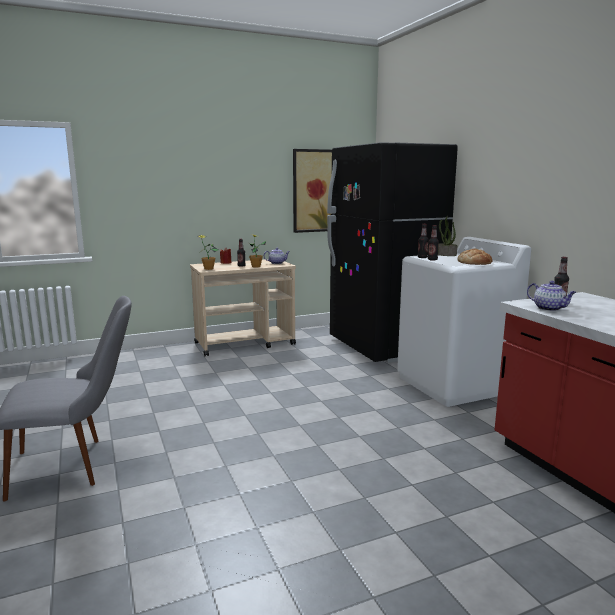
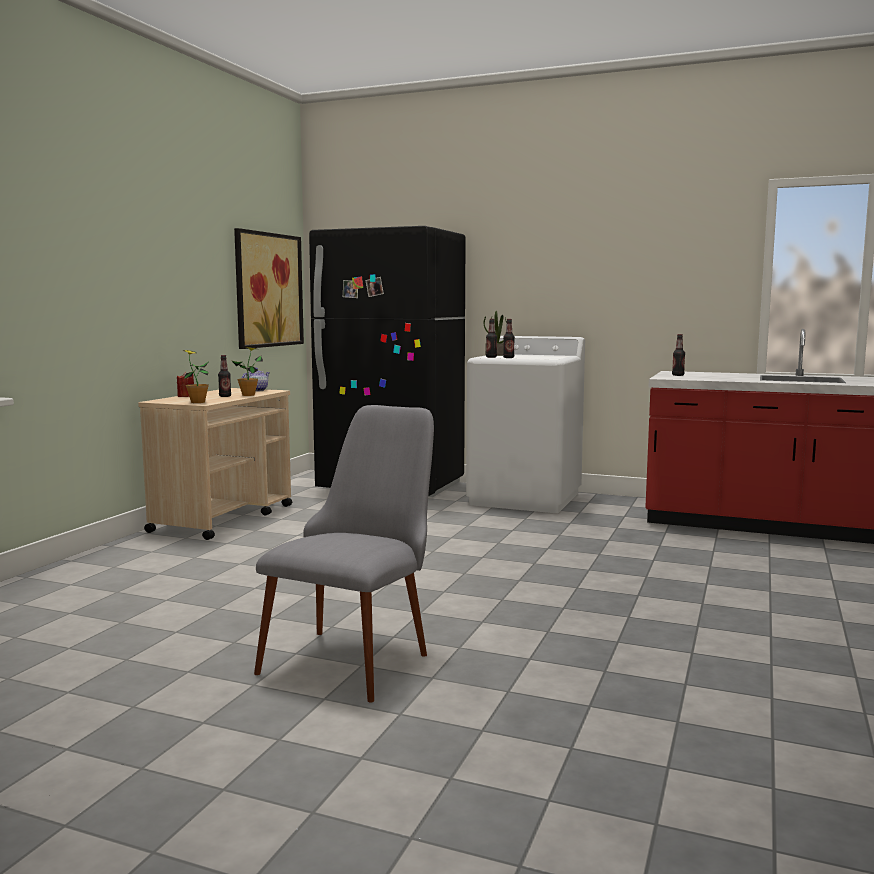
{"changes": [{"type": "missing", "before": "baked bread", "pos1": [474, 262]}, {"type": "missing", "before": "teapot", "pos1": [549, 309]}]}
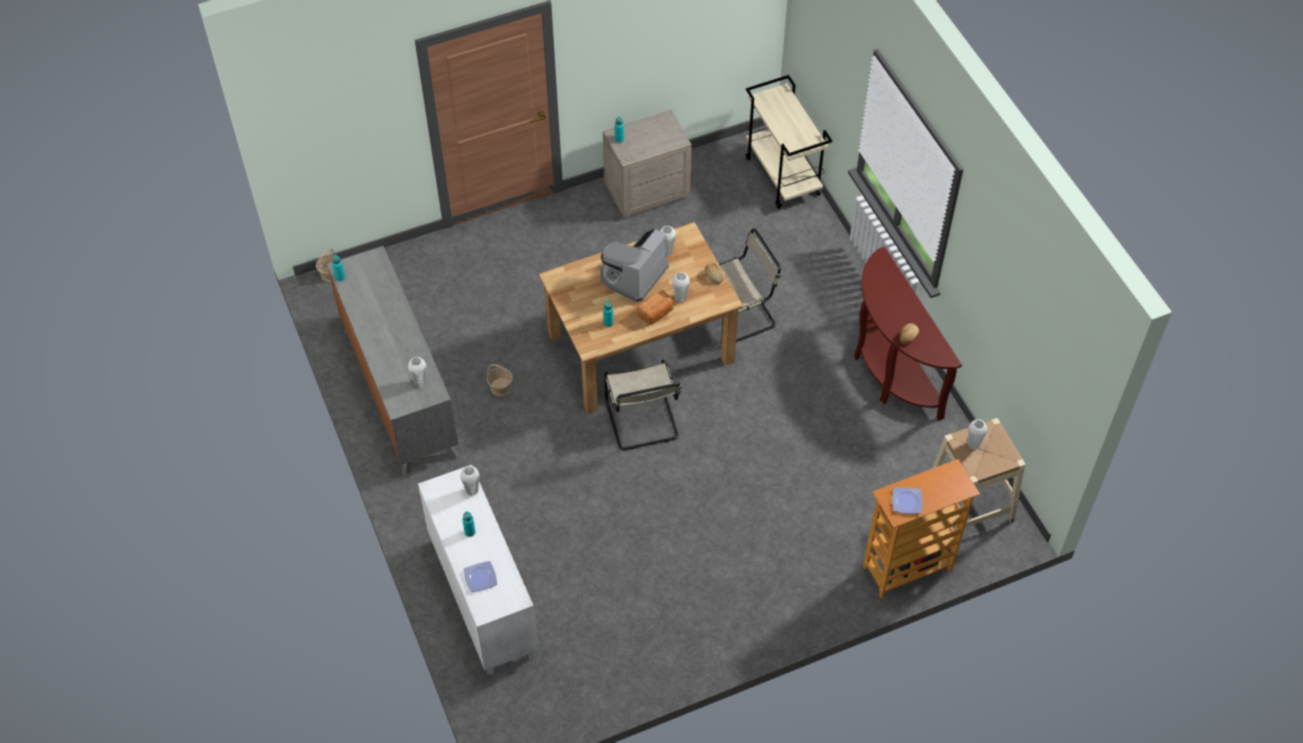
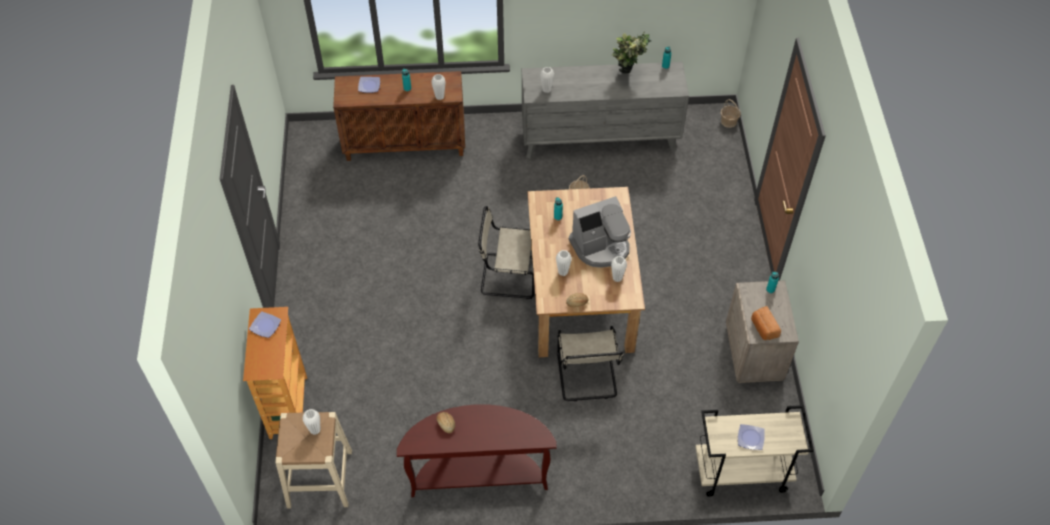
{"changes": [{"type": "colour", "before": "white storage cabinet", "after": "brown storage cabinet", "pos1": [482, 598], "pos2": [406, 144]}, {"type": "spun", "before": "coffee brewer", "pos1": [632, 275], "pos2": [601, 247], "turn": 105}, {"type": "relocated", "before": "baked bread", "pos1": [656, 313], "pos2": [763, 328]}, {"type": "appeared", "after": "houseplant", "pos2": [628, 79]}, {"type": "appeared", "after": "plate", "pos2": [751, 438]}]}
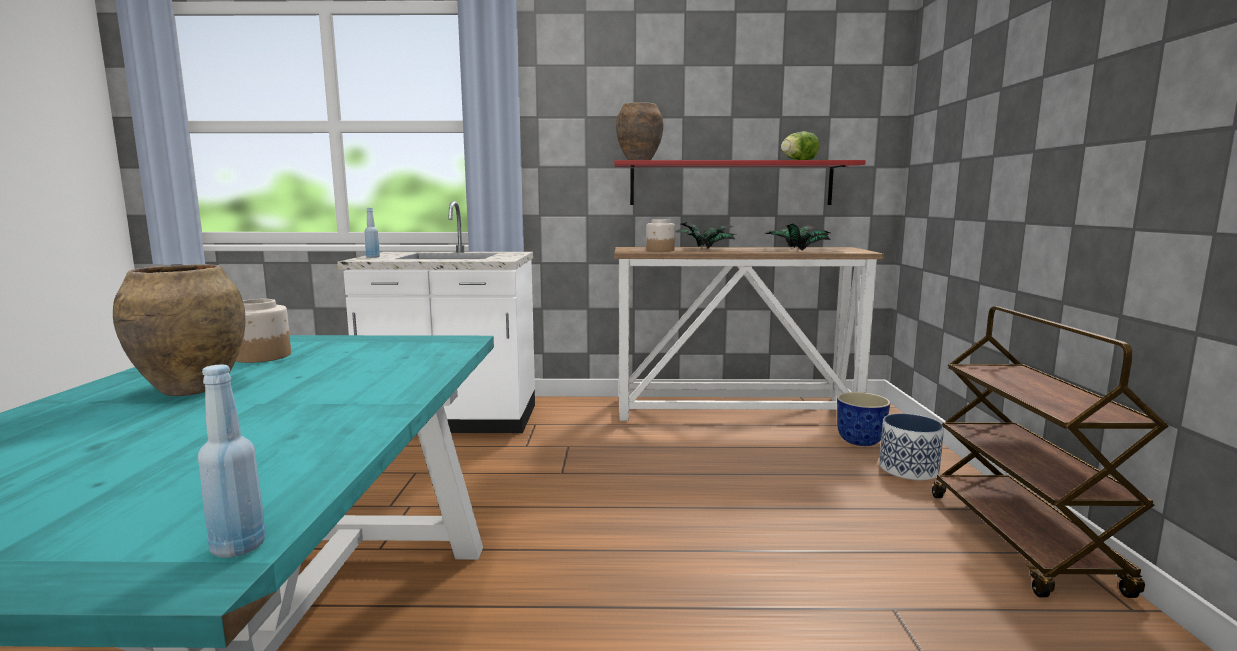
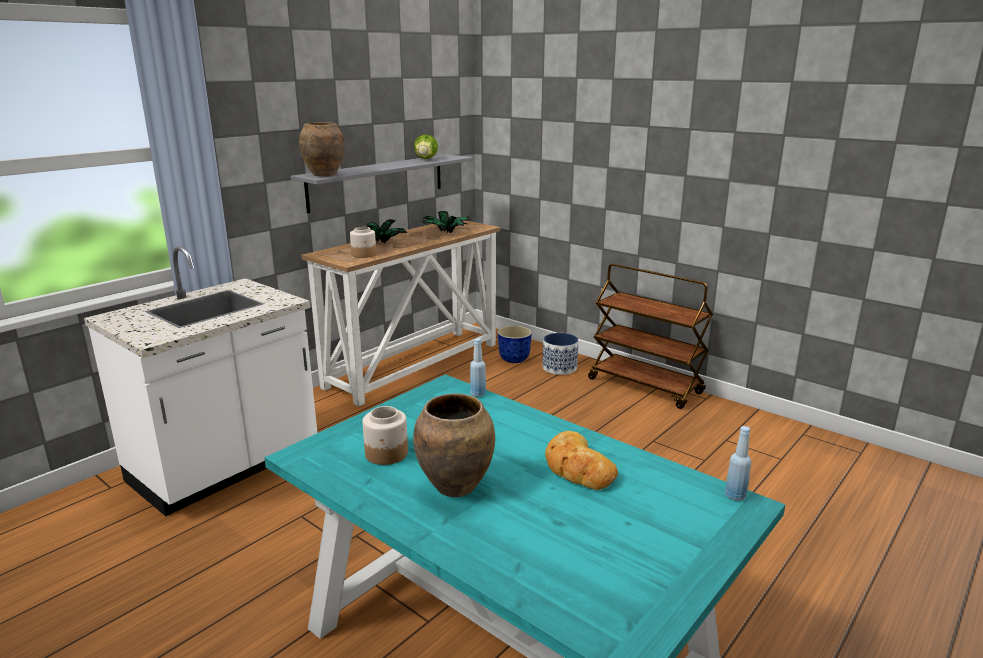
{"changes": [{"type": "relocated", "before": "blue drink bottle", "pos1": [373, 257], "pos2": [478, 394]}, {"type": "colour", "before": "red bracket shelf", "after": "gray bracket shelf", "pos1": [731, 183], "pos2": [378, 181]}, {"type": "appeared", "after": "baked bread", "pos2": [577, 467]}]}
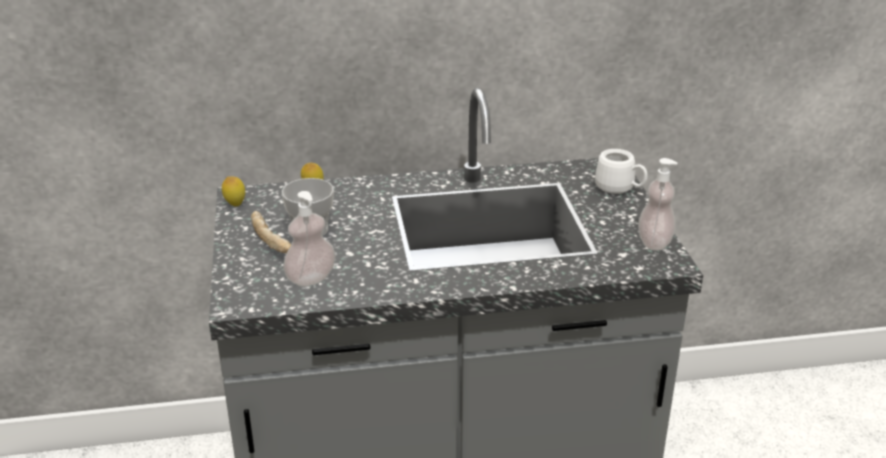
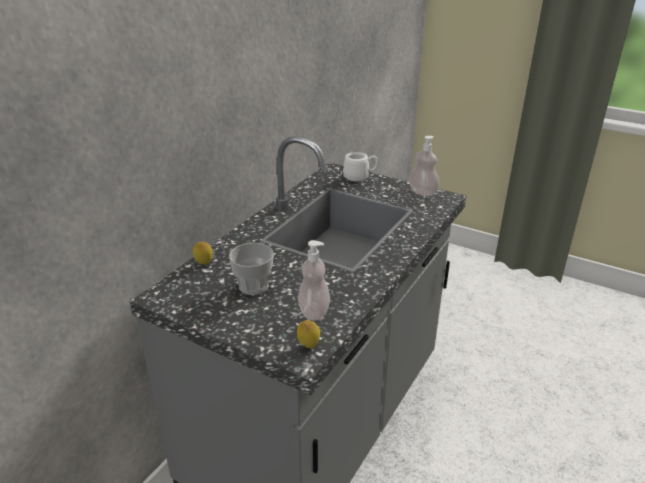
{"changes": [{"type": "relocated", "before": "citrus fruit", "pos1": [235, 204], "pos2": [308, 346]}, {"type": "missing", "before": "baked bread", "pos1": [273, 241]}]}
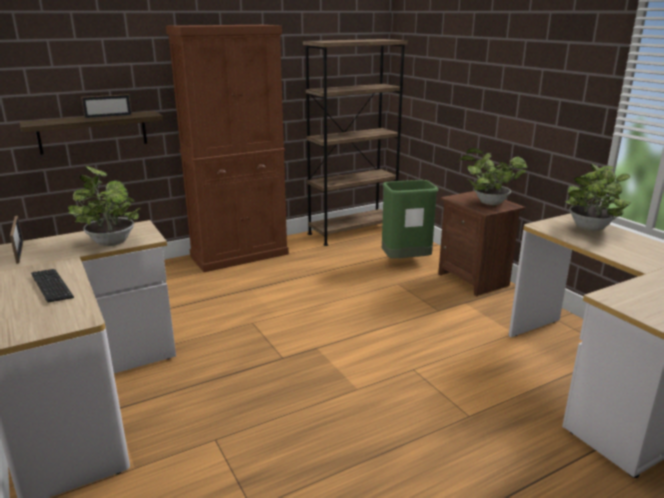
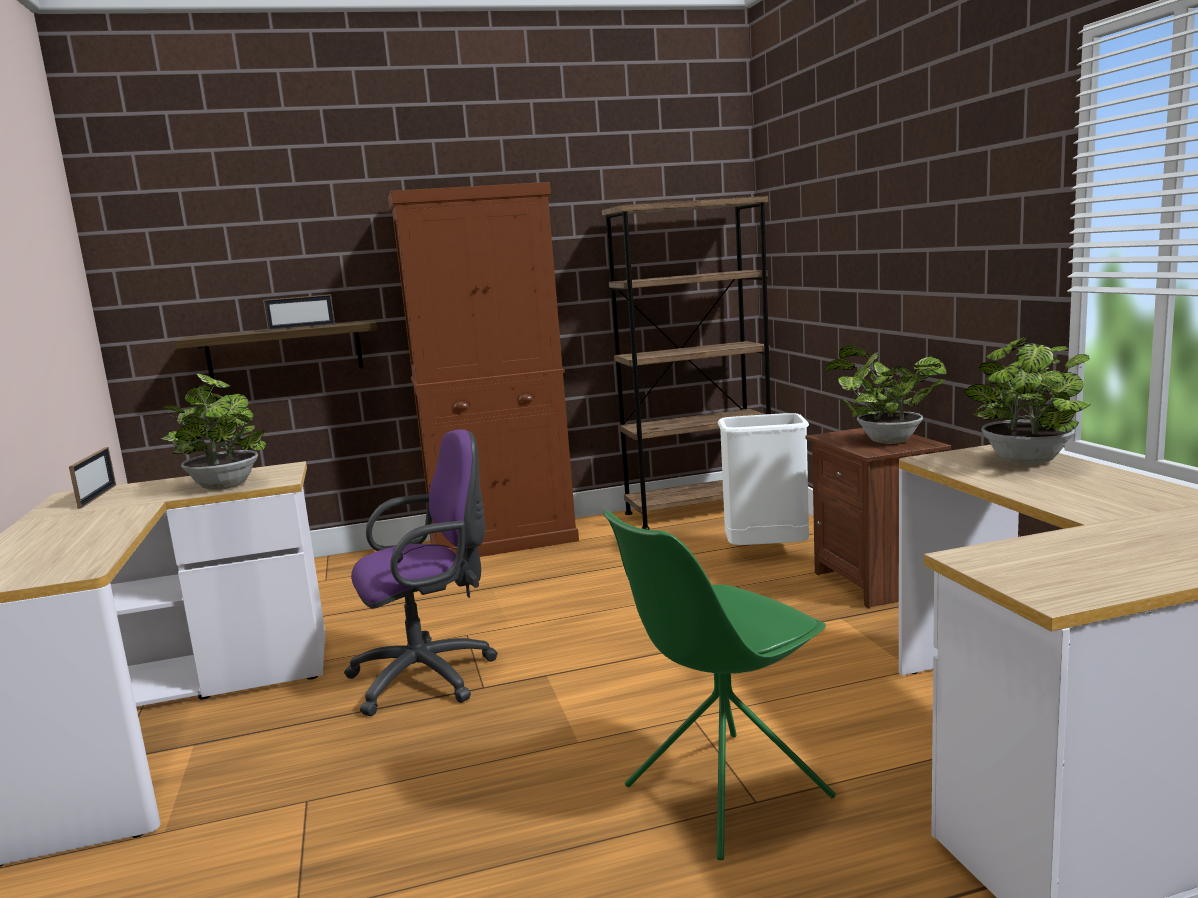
{"changes": [{"type": "missing", "before": "computer keyboard", "pos1": [52, 287]}, {"type": "colour", "before": "green-coloured waste bin", "after": "white waste bin", "pos1": [406, 261], "pos2": [766, 554]}, {"type": "appeared", "after": "purple-coloured desk chair", "pos2": [430, 676]}, {"type": "appeared", "after": "green-coloured chair", "pos2": [723, 793]}]}
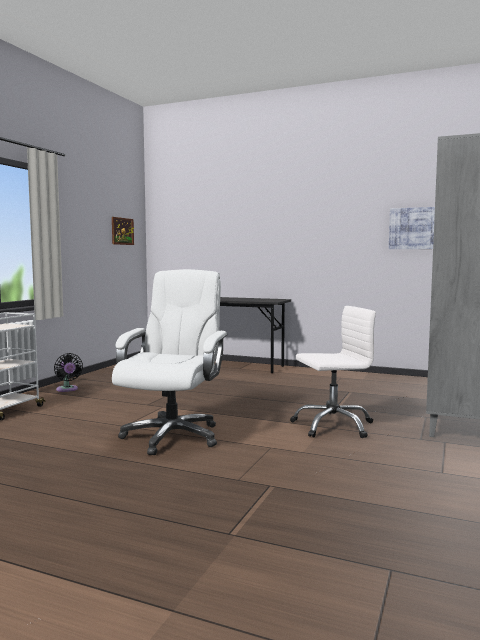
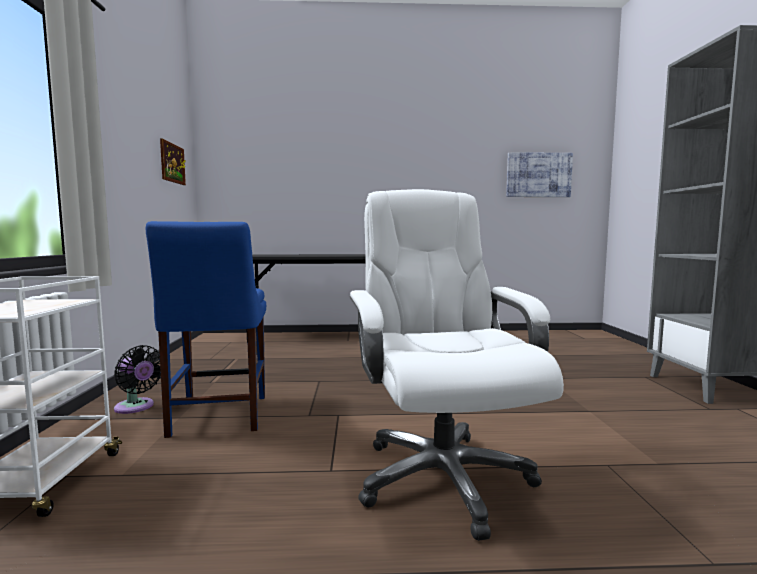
{"changes": [{"type": "missing", "before": "white desk chair", "pos1": [333, 426]}, {"type": "appeared", "after": "blue chair", "pos2": [217, 418]}]}
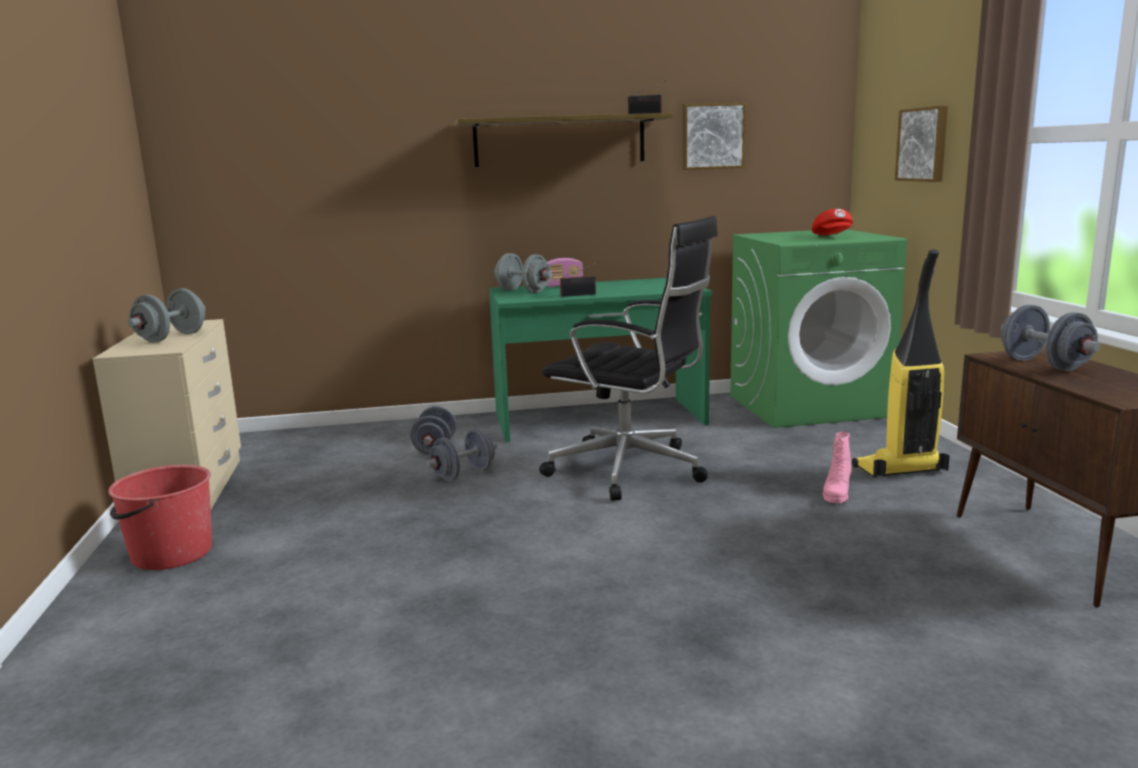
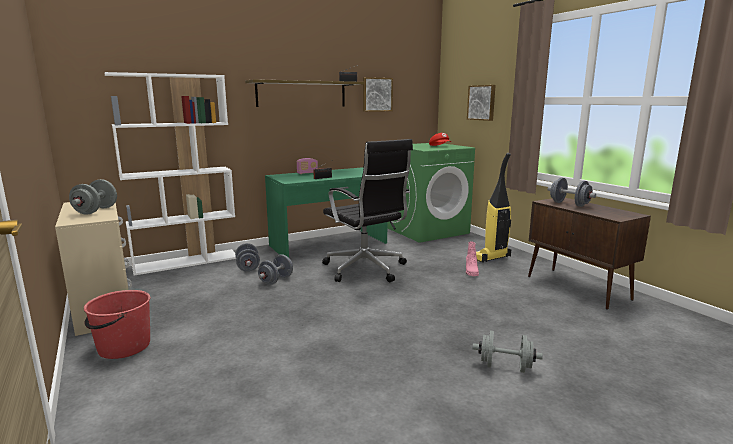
{"changes": [{"type": "relocated", "before": "gray dumbbell", "pos1": [523, 291], "pos2": [505, 367]}, {"type": "spun", "before": "blackish desk chair", "pos1": [631, 470], "pos2": [366, 269], "turn": 45}, {"type": "appeared", "after": "white bookshelf", "pos2": [187, 262]}]}
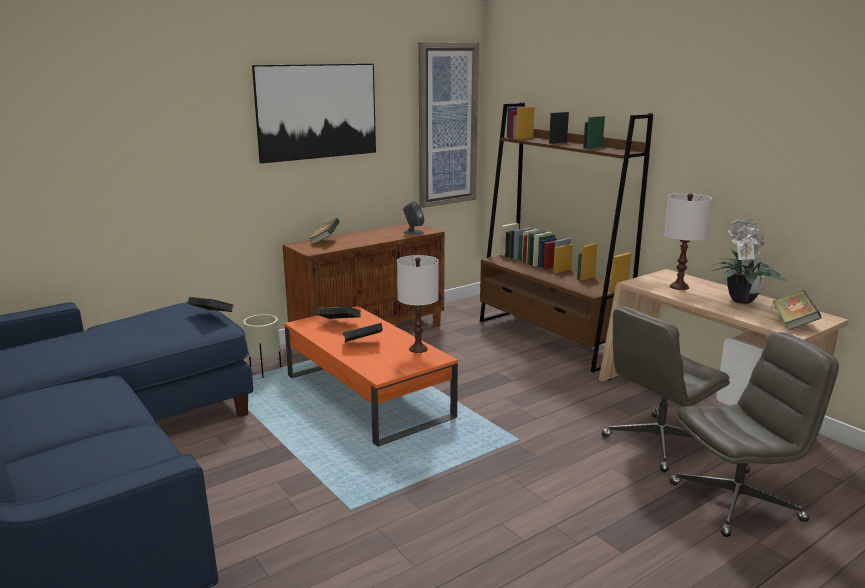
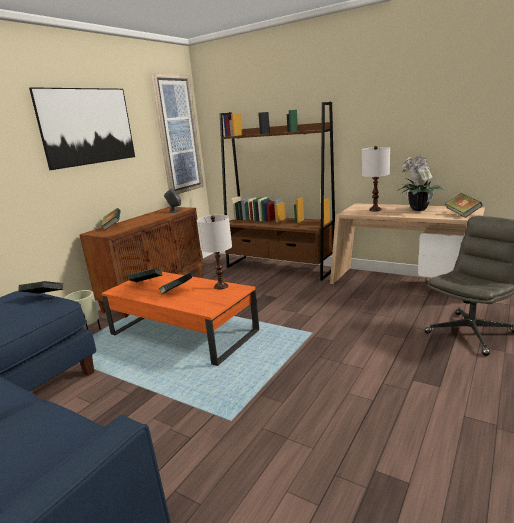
{"changes": [{"type": "missing", "before": "gray desk chair", "pos1": [658, 443]}]}
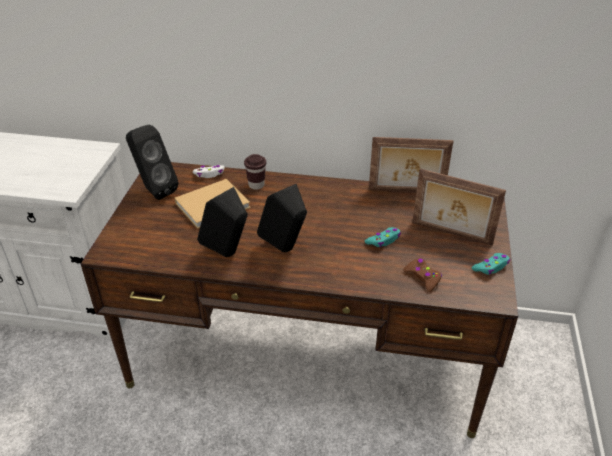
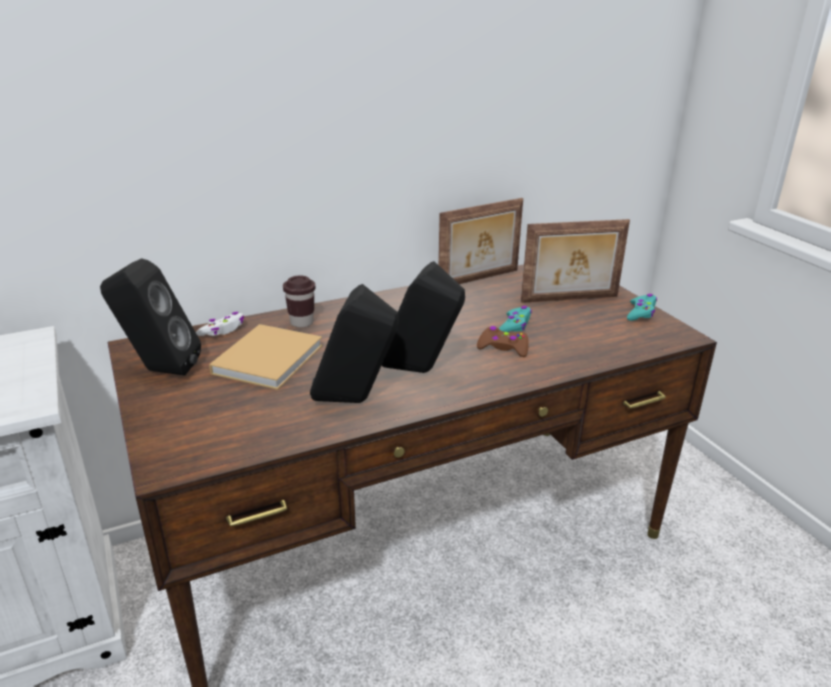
{"changes": [{"type": "relocated", "before": "brown game controller", "pos1": [423, 277], "pos2": [503, 347]}]}
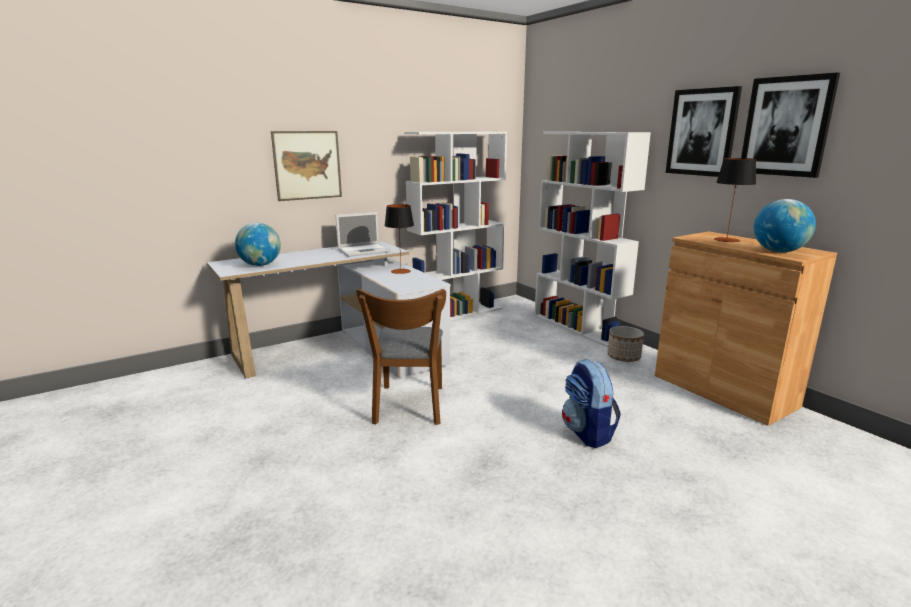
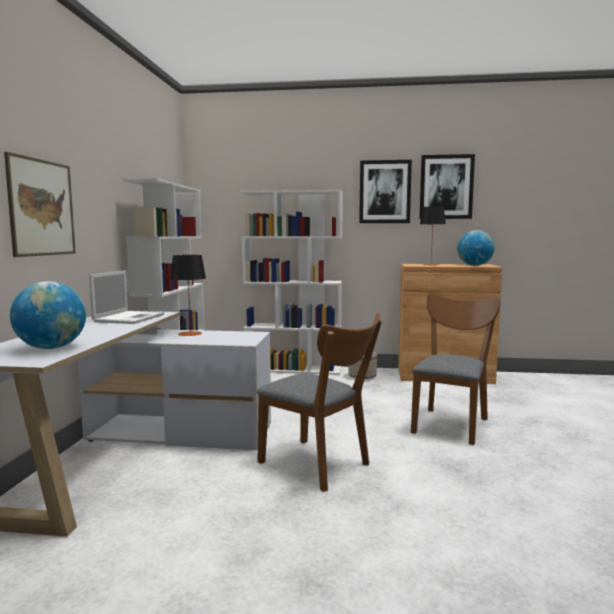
{"changes": [{"type": "exchanged", "before": "backpack", "after": "brown chair", "pos1": [588, 433], "pos2": [451, 423]}]}
